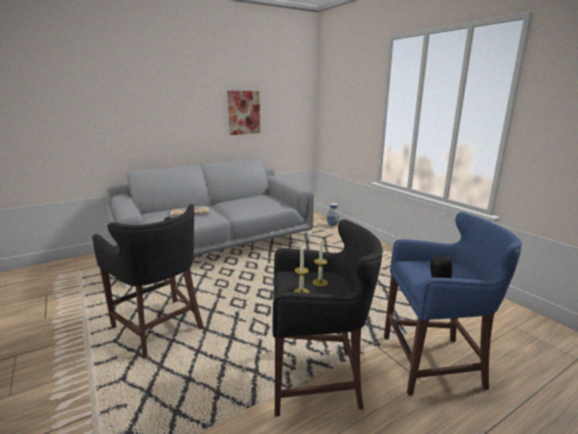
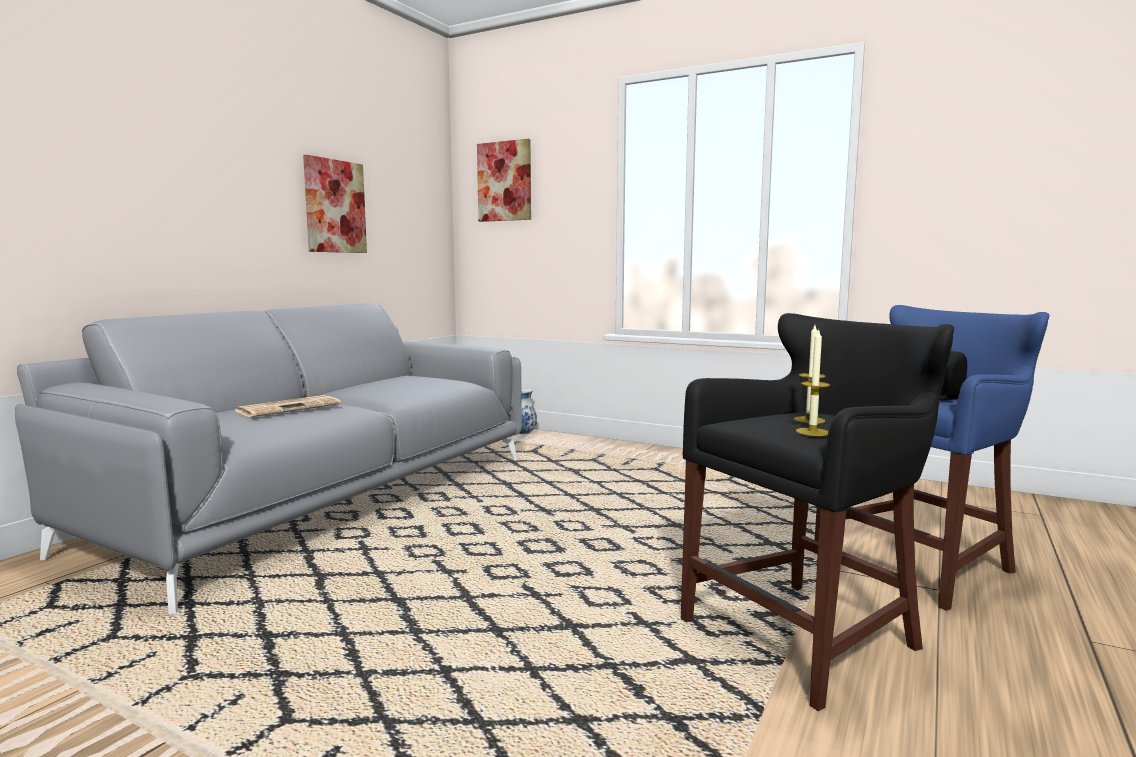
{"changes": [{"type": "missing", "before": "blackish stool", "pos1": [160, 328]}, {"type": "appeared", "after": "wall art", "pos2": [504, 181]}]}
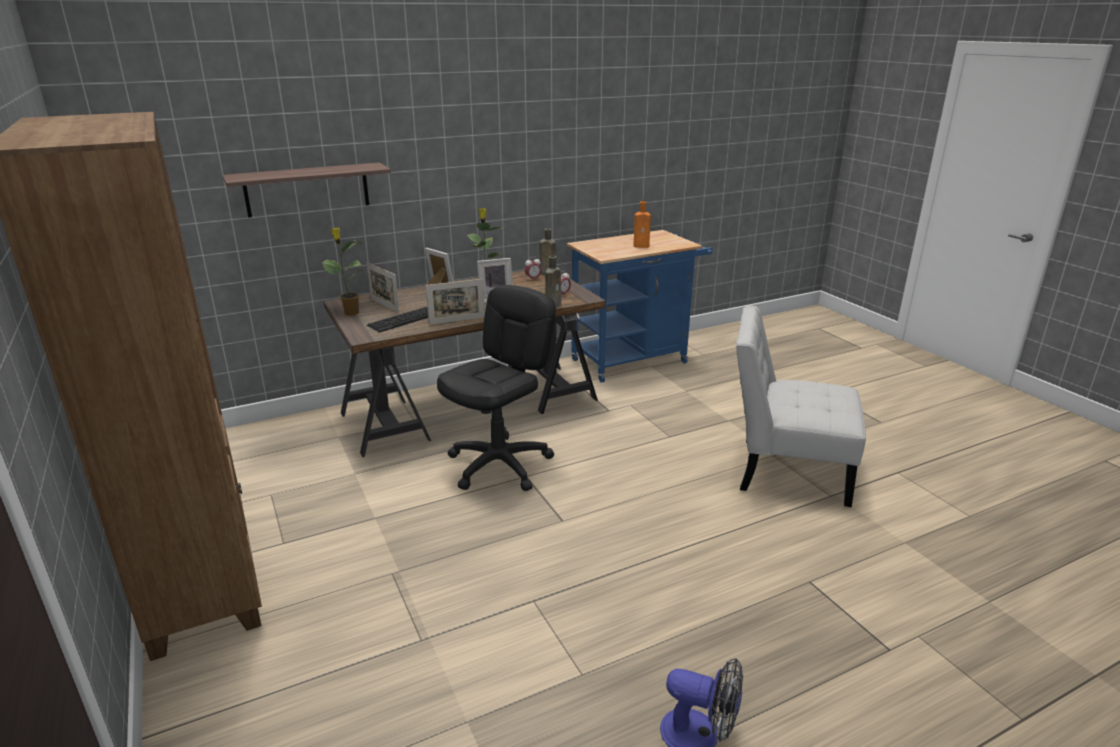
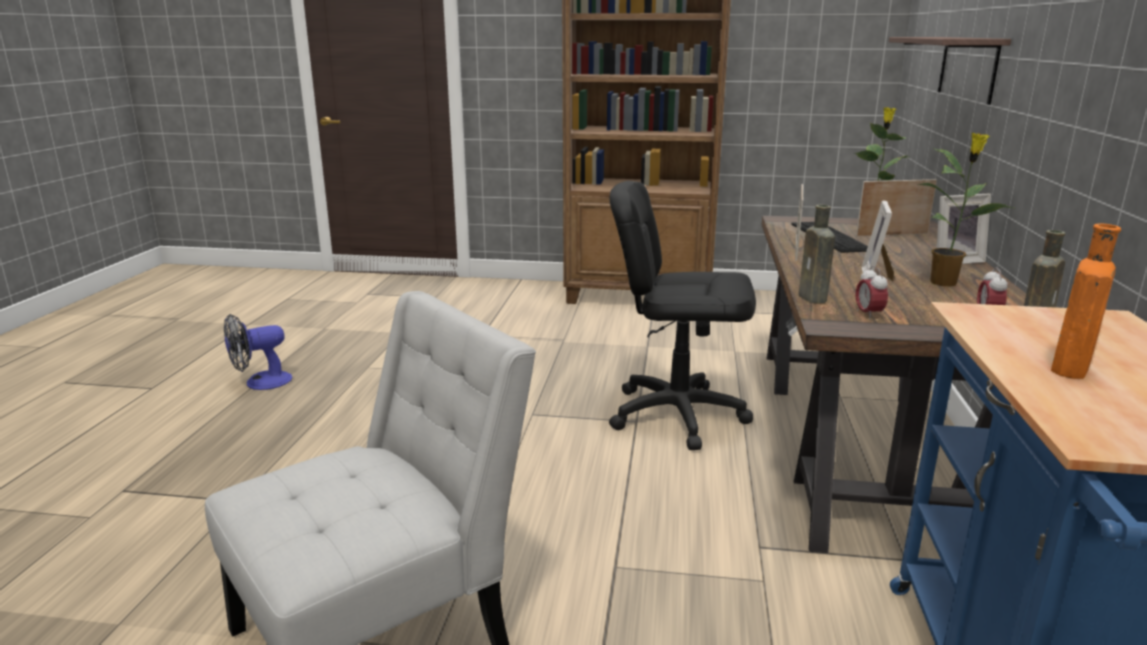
{"changes": [{"type": "spun", "before": "blackish desk chair", "pos1": [500, 465], "pos2": [677, 414], "turn": 120}]}
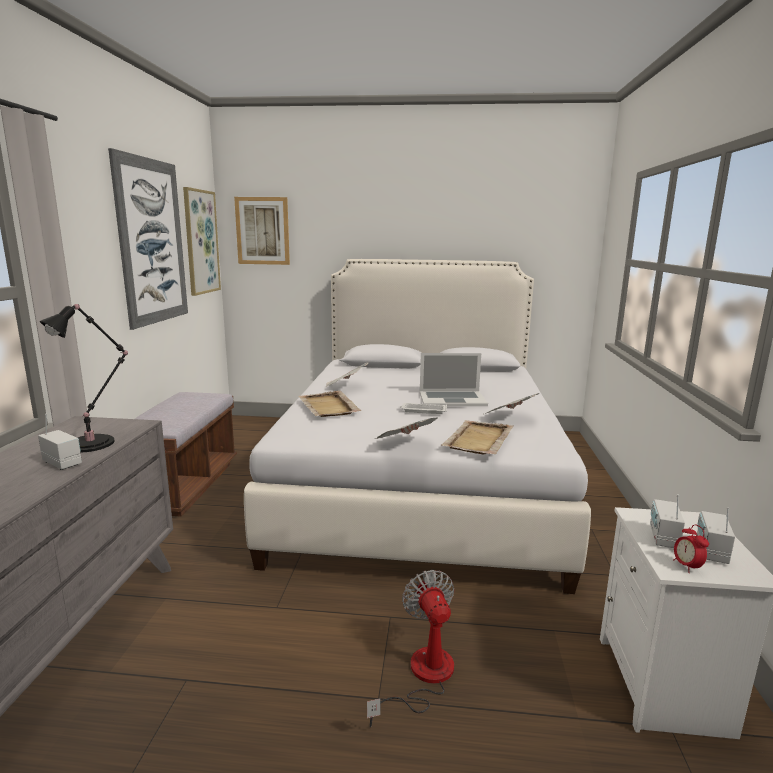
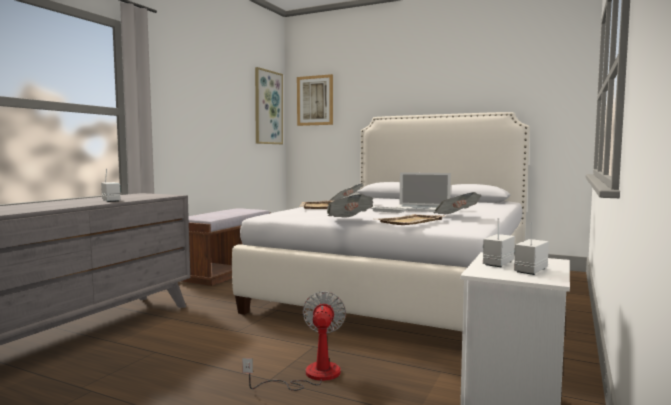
{"changes": [{"type": "missing", "before": "blackish lamp for a table", "pos1": [94, 443]}, {"type": "missing", "before": "wall art", "pos1": [152, 242]}, {"type": "missing", "before": "bedside clock", "pos1": [687, 566]}]}
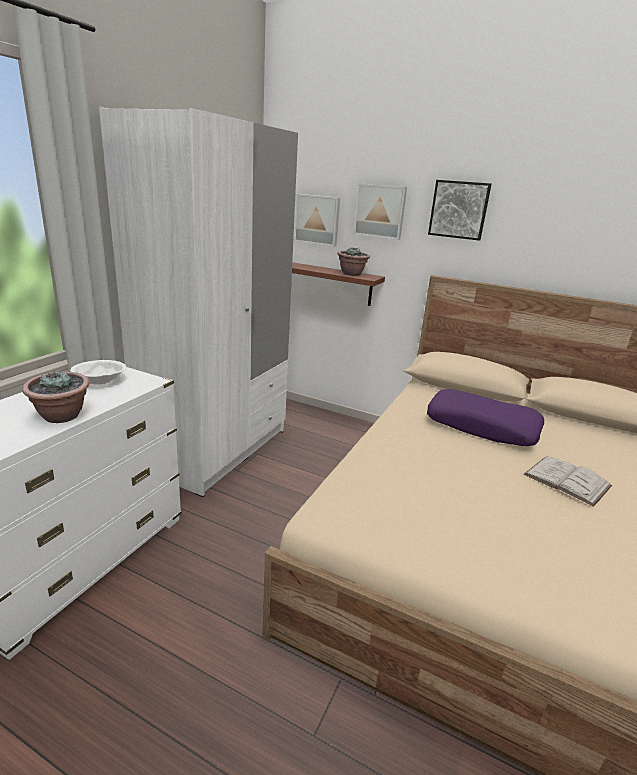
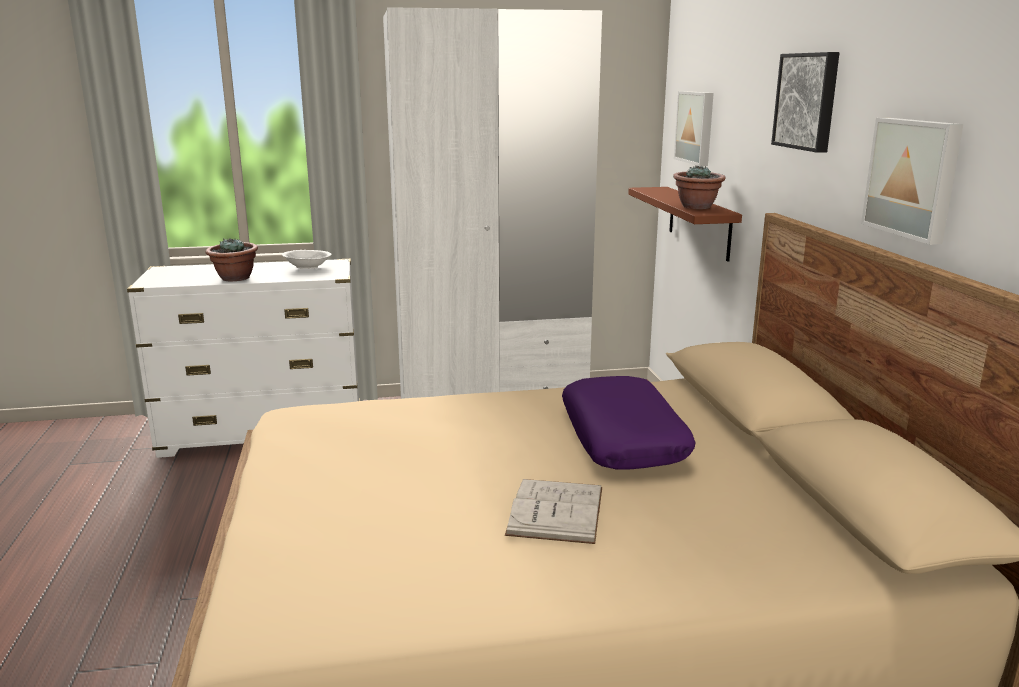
{"changes": [{"type": "relocated", "before": "wall art", "pos1": [380, 211], "pos2": [914, 178]}]}
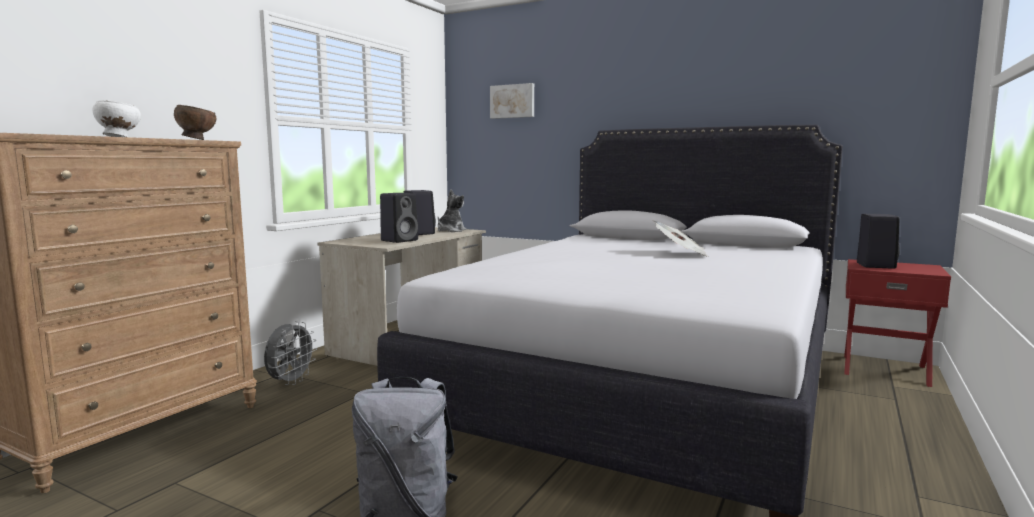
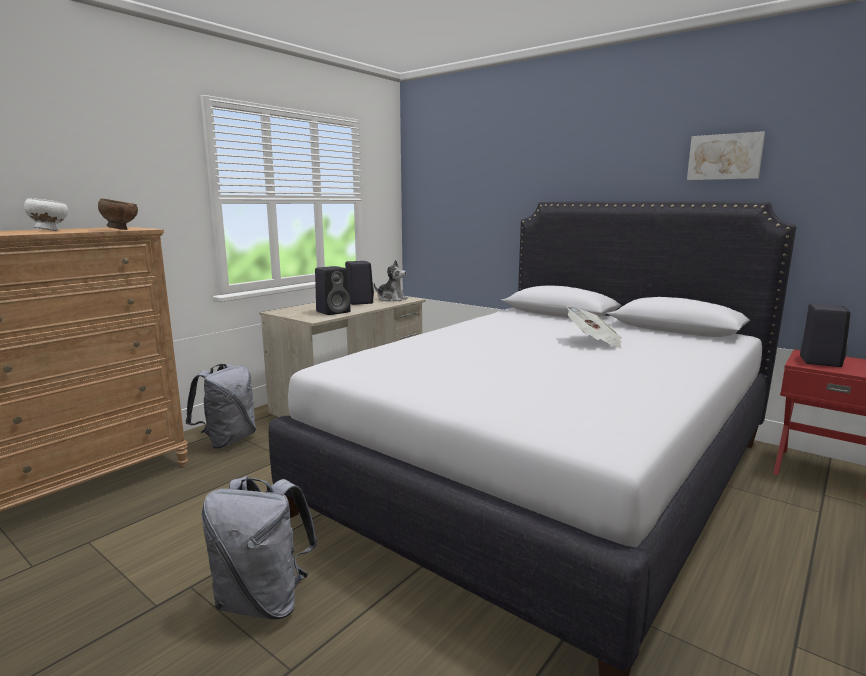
{"changes": [{"type": "exchanged", "before": "gray electric fan", "after": "gray backpack", "pos1": [291, 382], "pos2": [227, 440]}, {"type": "spun", "before": "cuddly toy", "pos1": [450, 231], "pos2": [391, 299], "turn": 75}, {"type": "relocated", "before": "wall art", "pos1": [512, 101], "pos2": [725, 157]}]}
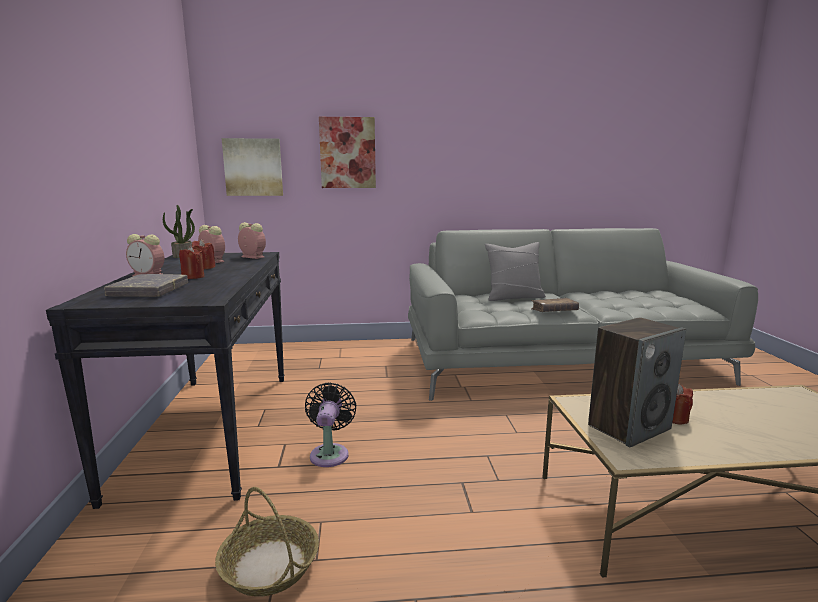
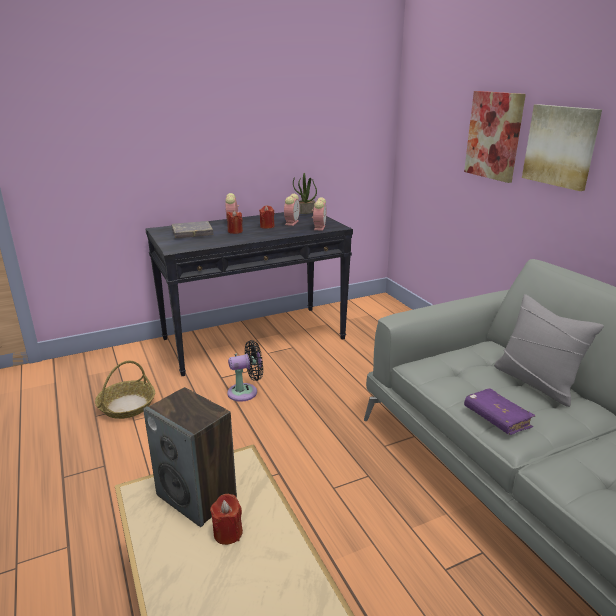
{"changes": [{"type": "relocated", "before": "wall art", "pos1": [253, 167], "pos2": [561, 146]}, {"type": "colour", "before": "brown book", "after": "purple-coloured book", "pos1": [554, 311], "pos2": [496, 418]}]}
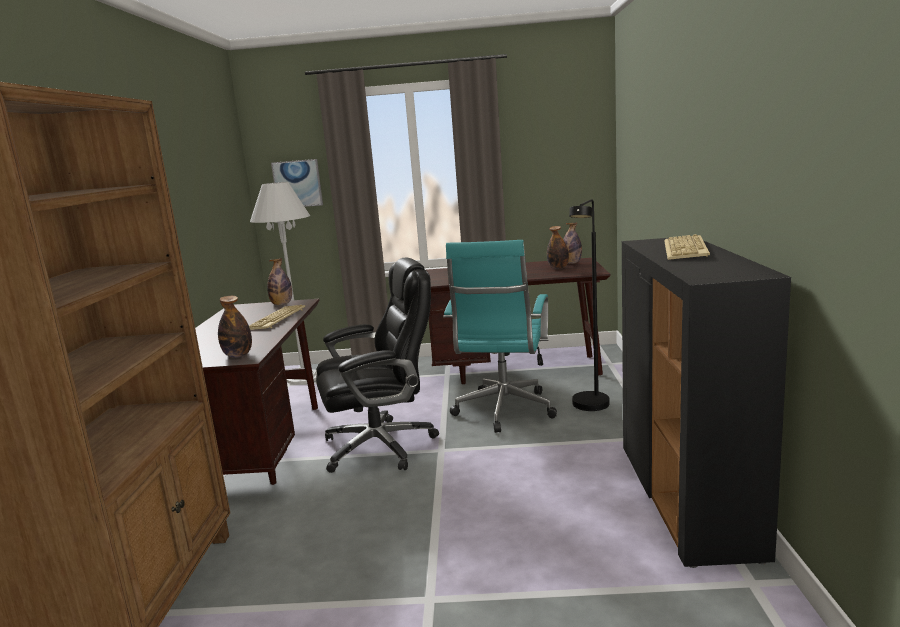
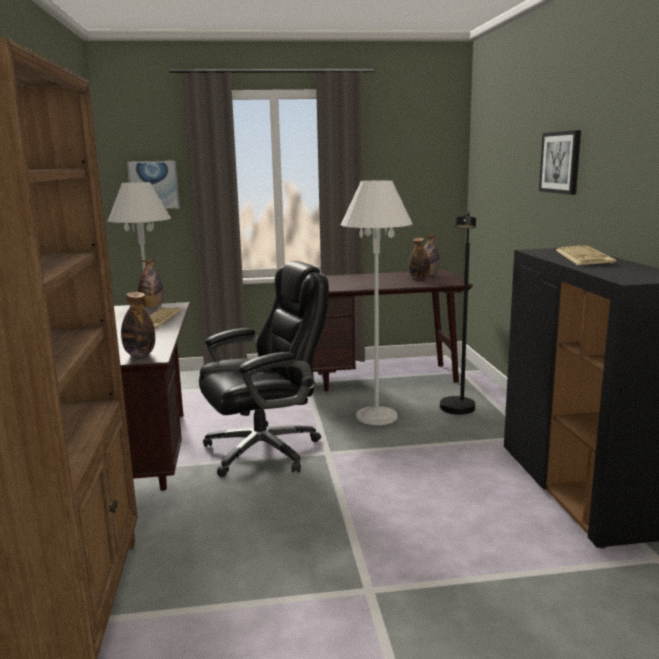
{"changes": [{"type": "exchanged", "before": "turquoise desk chair", "after": "white standing lamp", "pos1": [503, 412], "pos2": [376, 416]}, {"type": "appeared", "after": "wall art", "pos2": [561, 162]}]}
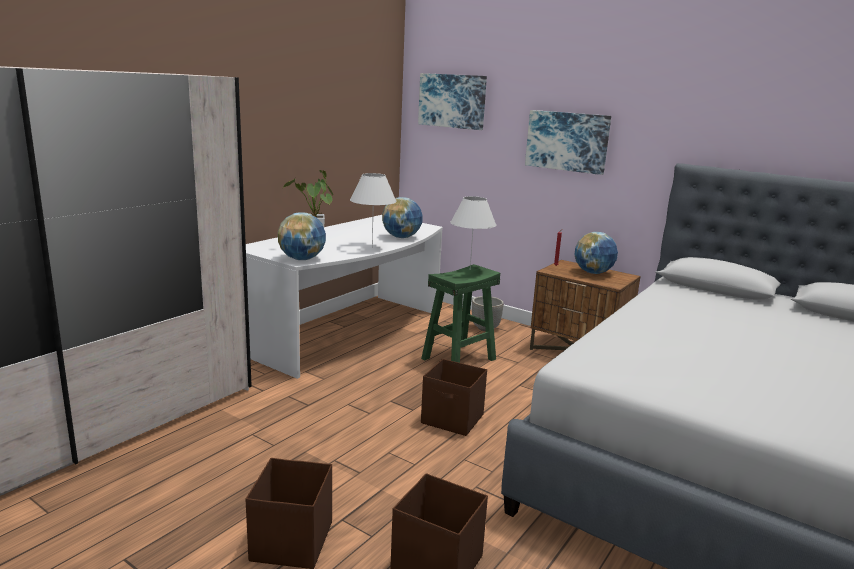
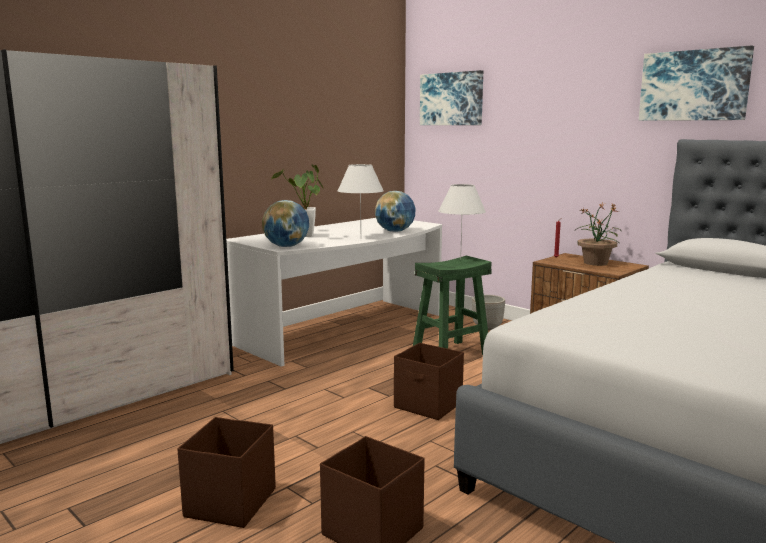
{"changes": [{"type": "relocated", "before": "wall art", "pos1": [567, 141], "pos2": [694, 85]}, {"type": "exchanged", "before": "world globe", "after": "houseplant", "pos1": [593, 273], "pos2": [595, 263]}]}
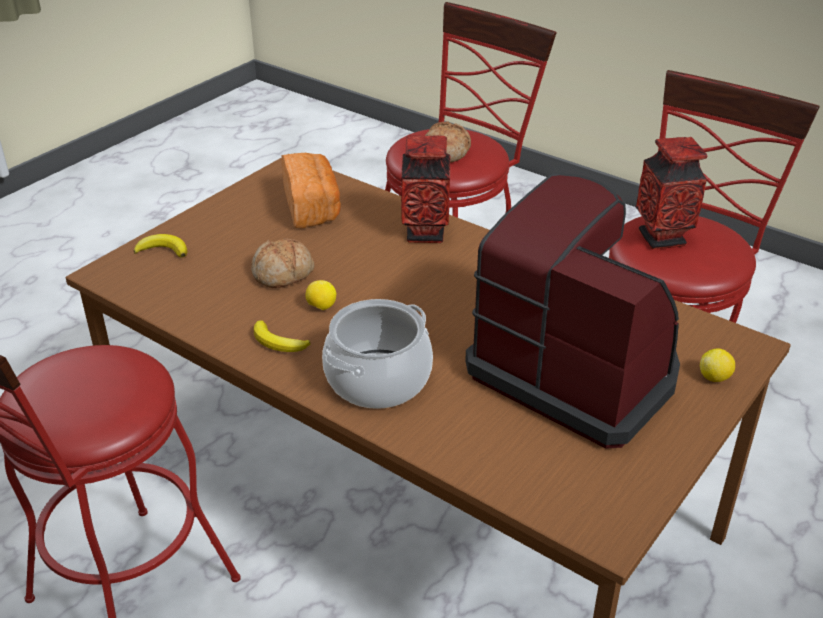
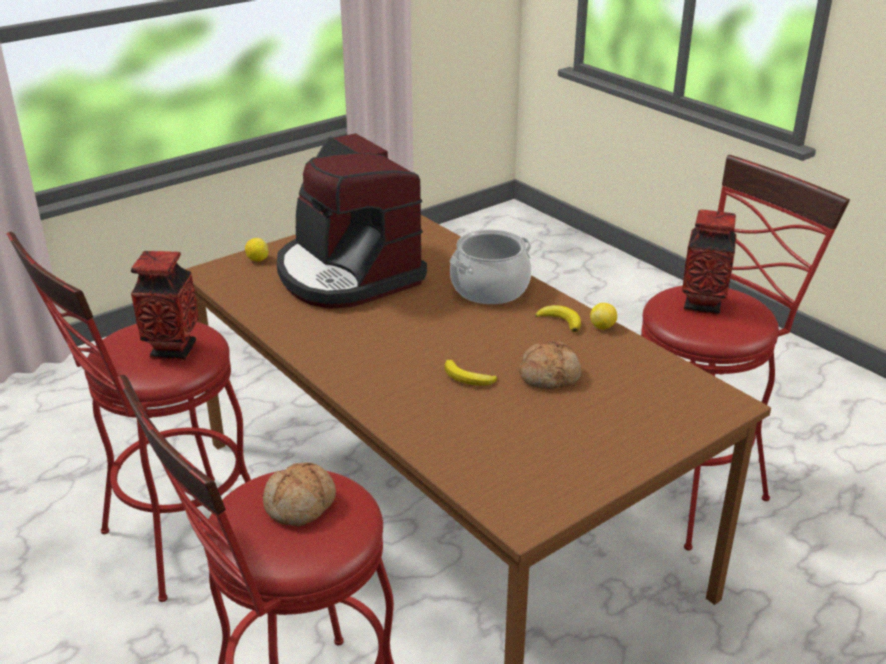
{"changes": [{"type": "relocated", "before": "banana fruit", "pos1": [163, 250], "pos2": [468, 378]}, {"type": "missing", "before": "baked bread", "pos1": [312, 207]}, {"type": "relocated", "before": "citrus fruit", "pos1": [321, 307], "pos2": [602, 327]}, {"type": "relocated", "before": "vase", "pos1": [425, 233], "pos2": [702, 305]}]}
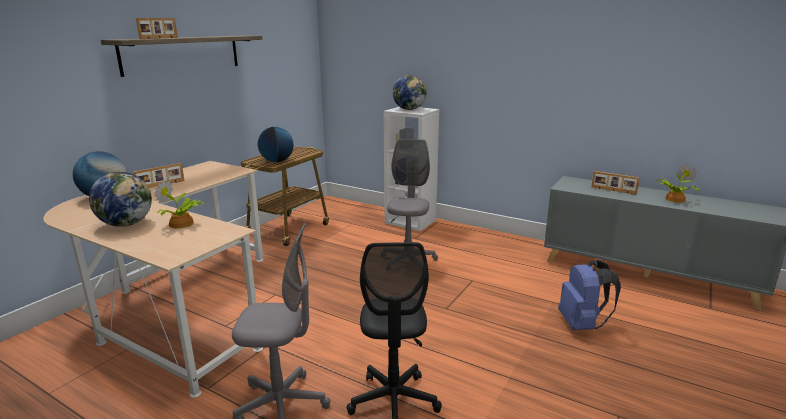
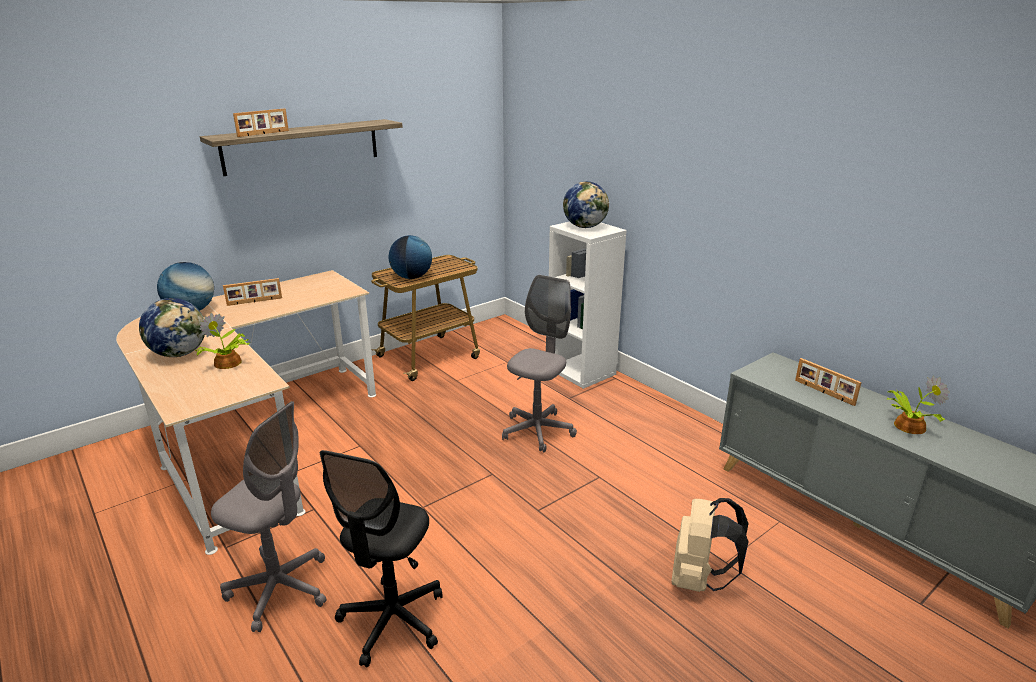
{"changes": [{"type": "colour", "before": "blue backpack", "after": "beige backpack", "pos1": [582, 325], "pos2": [699, 579]}]}
